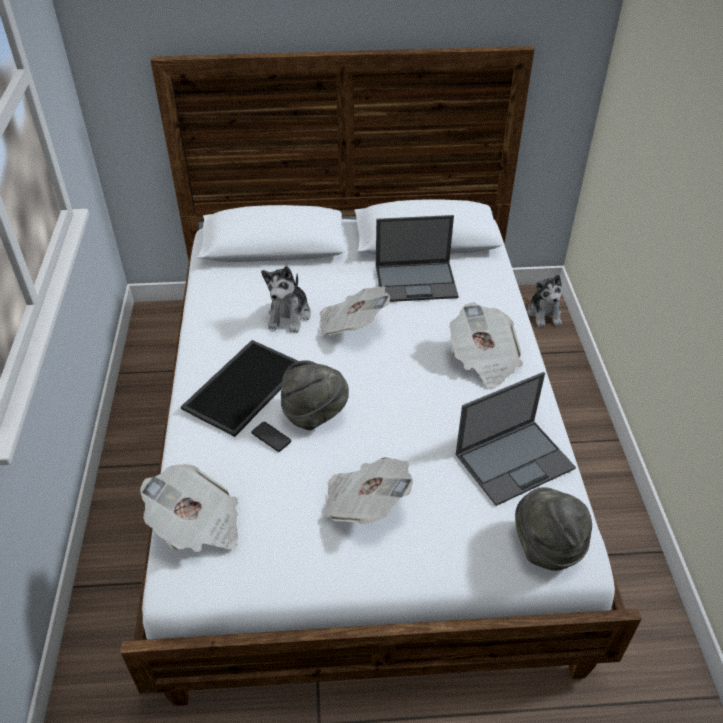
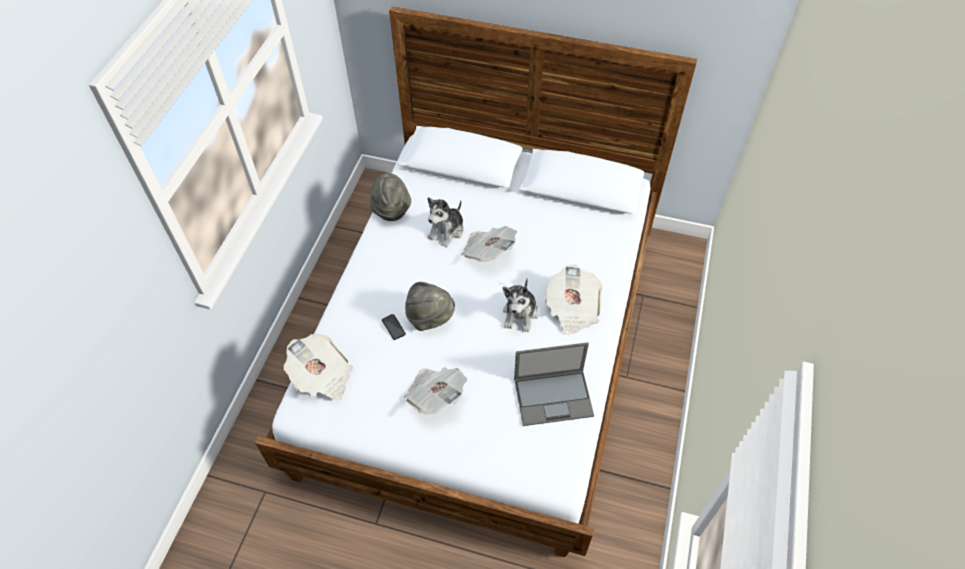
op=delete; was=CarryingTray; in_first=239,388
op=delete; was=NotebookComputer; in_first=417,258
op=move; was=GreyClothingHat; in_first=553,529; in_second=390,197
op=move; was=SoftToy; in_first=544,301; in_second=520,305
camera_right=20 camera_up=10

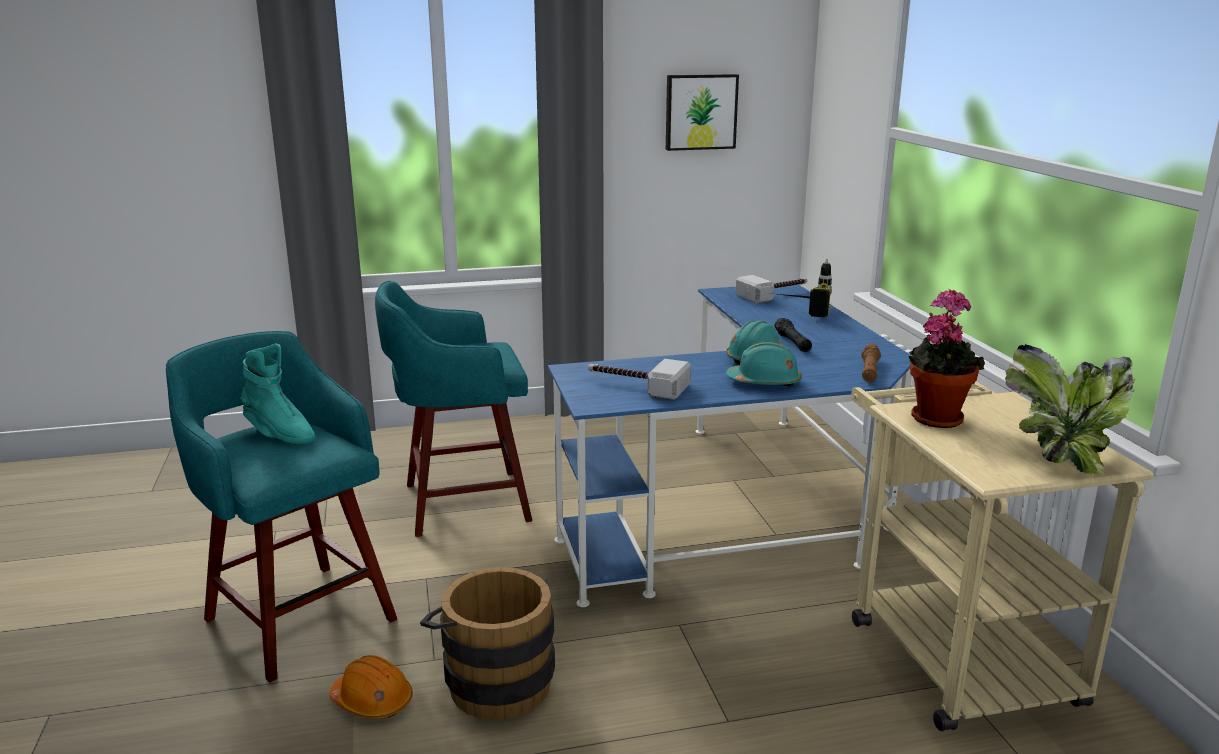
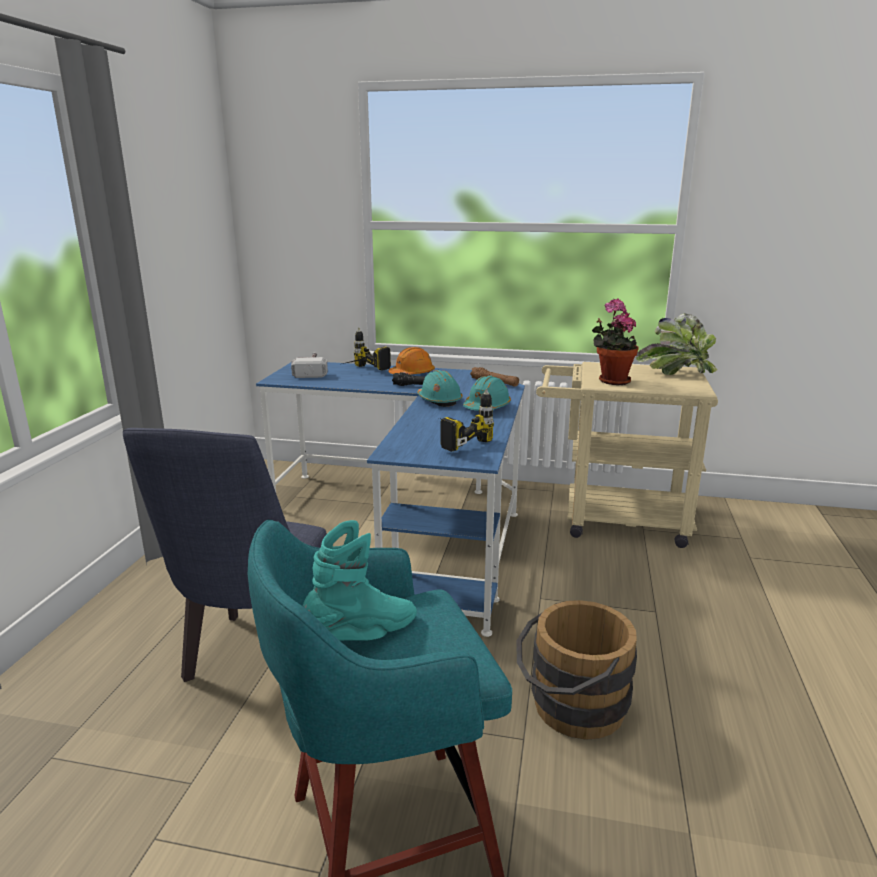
op=move; was=OrangeColouredSafetyHelmet; in_first=371,687; in_second=411,361
op=replace; was=TurquoiseSittingStool; now=BlueColouredUprightChair; in_first=453,409; in_second=225,555
op=replace; was=ToolHammer; now=ElectricDrill; in_first=639,379; in_second=466,420
op=delete; was=WallPicture; in_first=702,112
camera_right=-65 camera_up=0

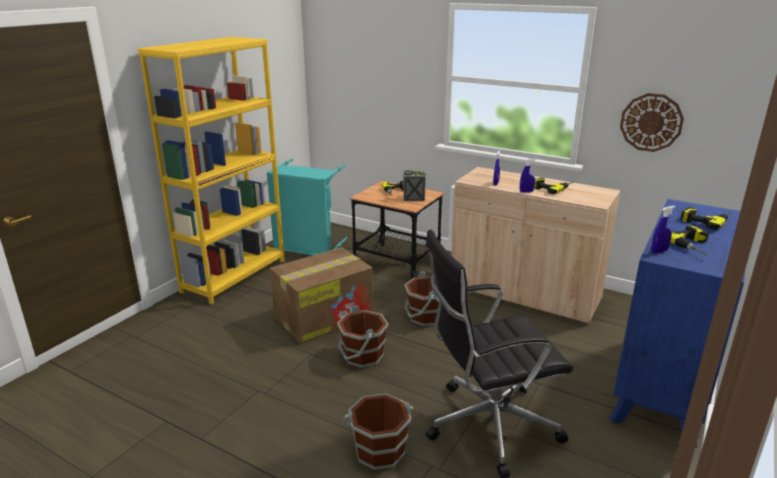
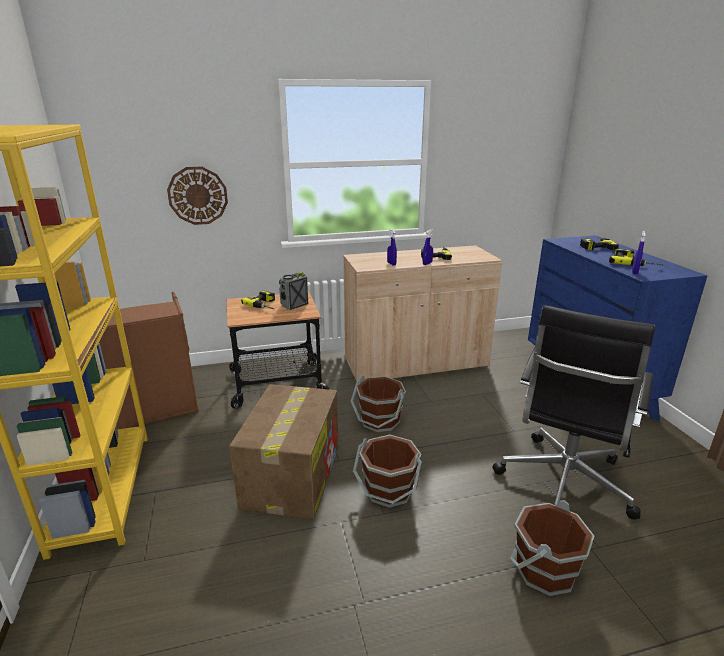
op=recolor; was=TurquoiseWashingBasket; now=BrownWashingBasket; in_first=307,207; in_second=149,360
op=move; was=WallClock; in_first=652,122; in_second=197,196
camera_right=-45 camera_up=0

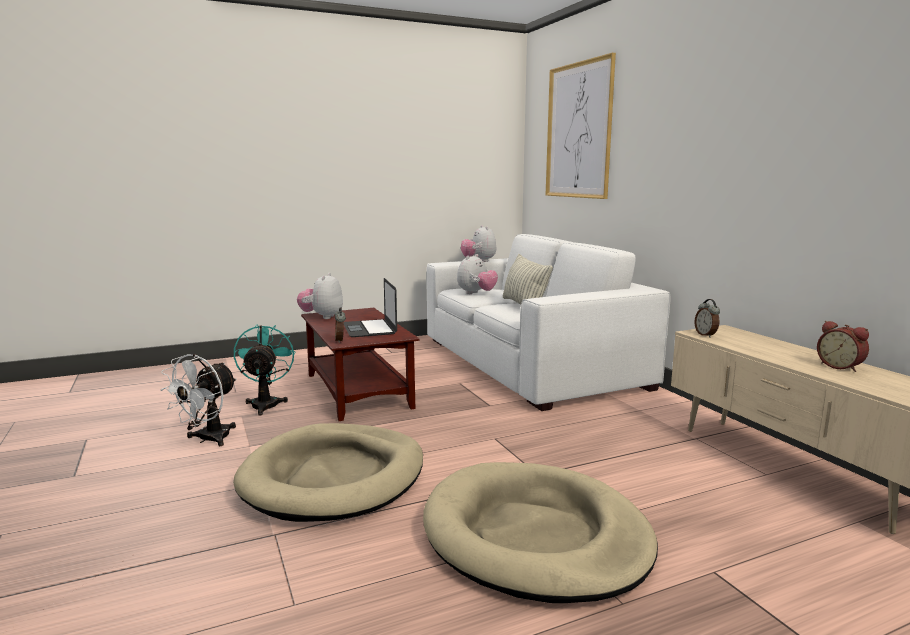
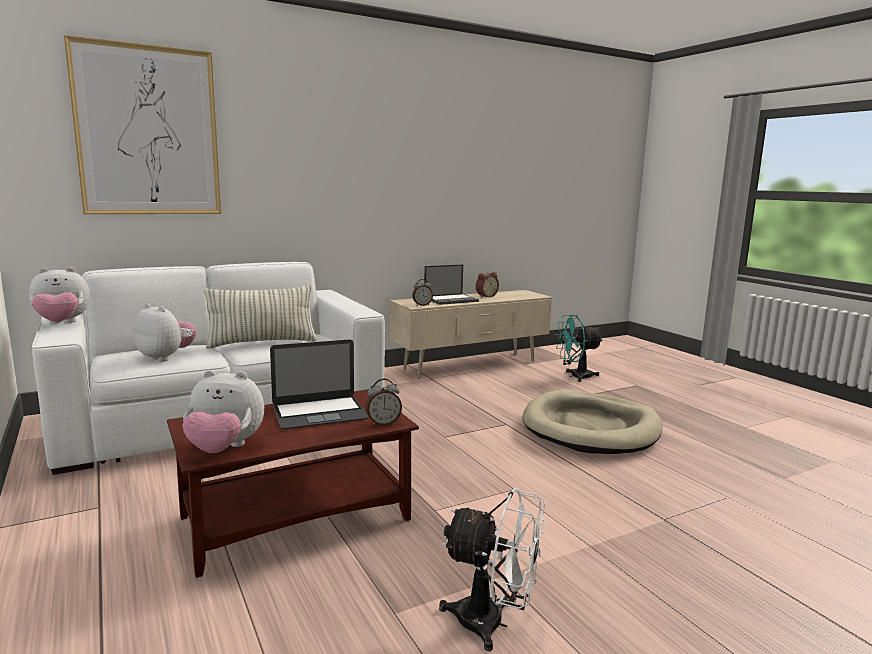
op=delete; was=SandColouredDogCushion; in_first=328,472
op=move; was=TurquoiseFan; in_first=264,370; in_second=579,348
op=insert; now=NotebookComputer; in_second=451,284
camera_right=-95 camera_up=0

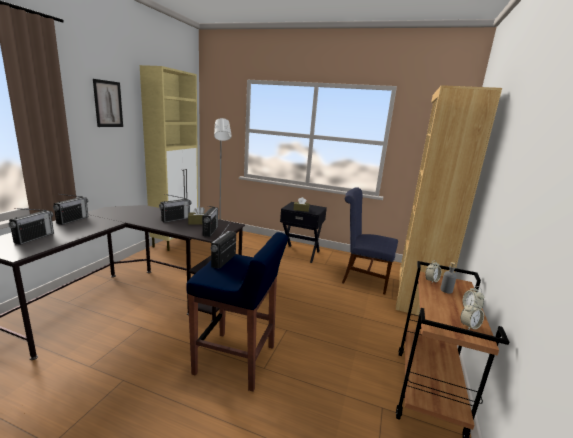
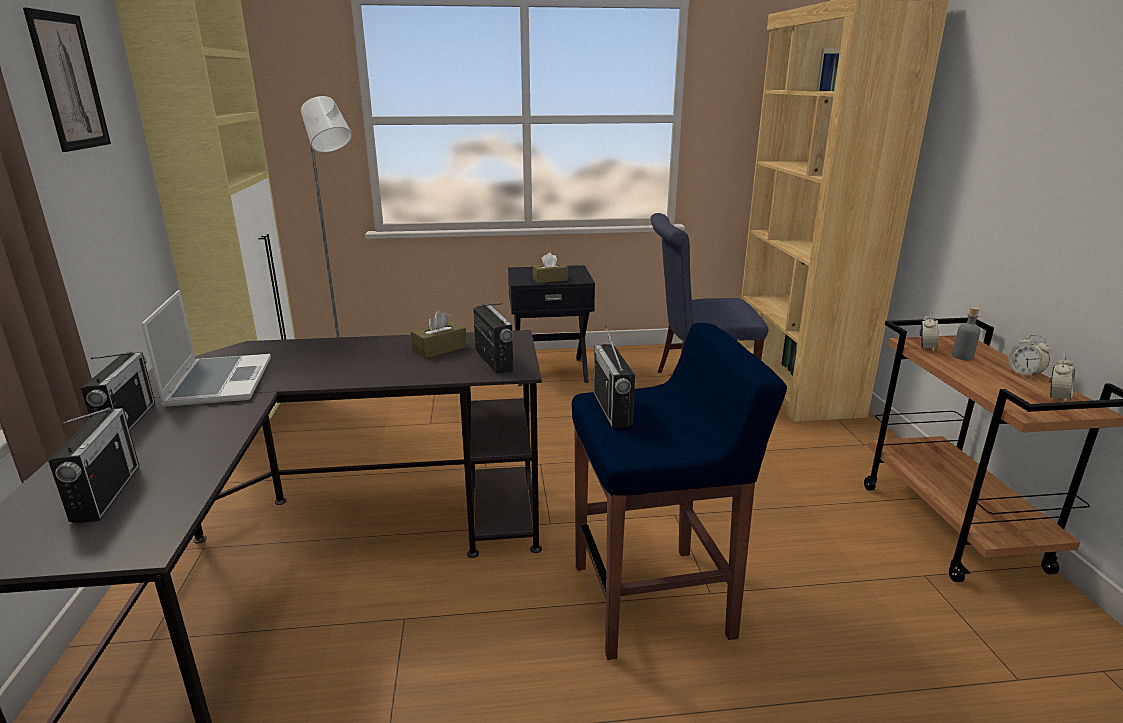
op=delete; was=Radio; in_first=175,208
op=insert; now=NotebookComputer; in_second=206,348
camera_right=-25 camera_up=5

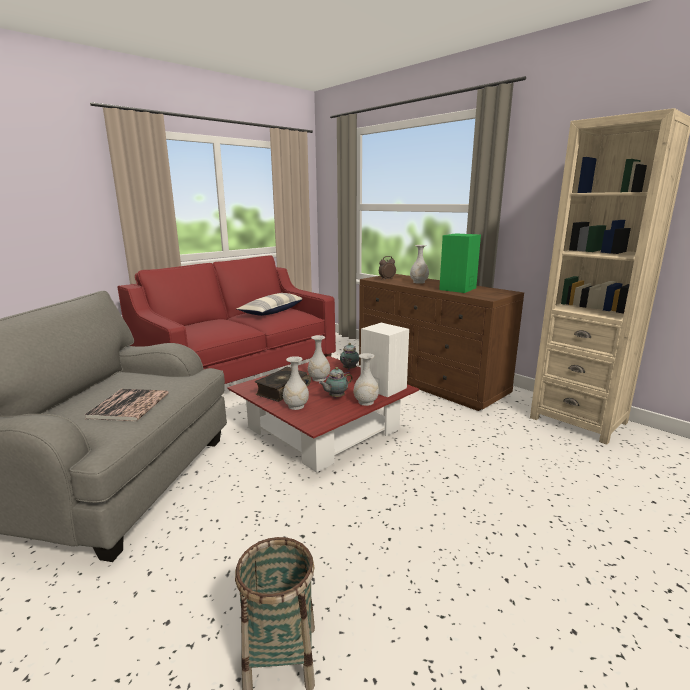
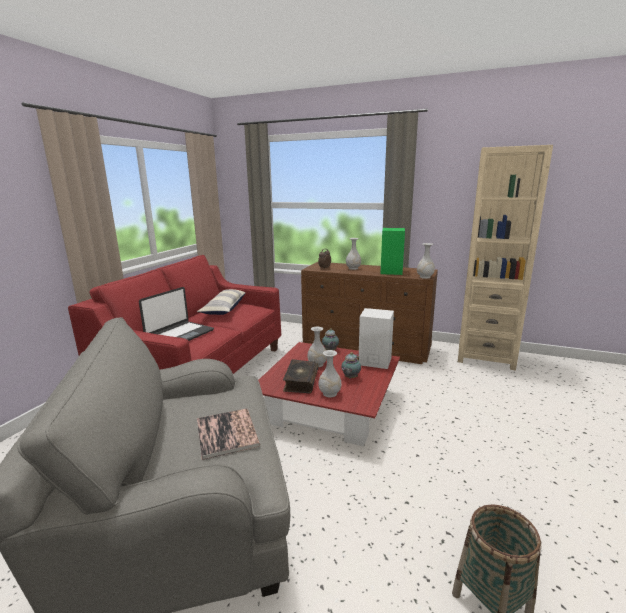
op=move; was=WhitishVase; in_first=366,379; in_second=426,261
op=insert; now=NotebookComputer; in_second=176,314
camera_right=-25 camera_up=0

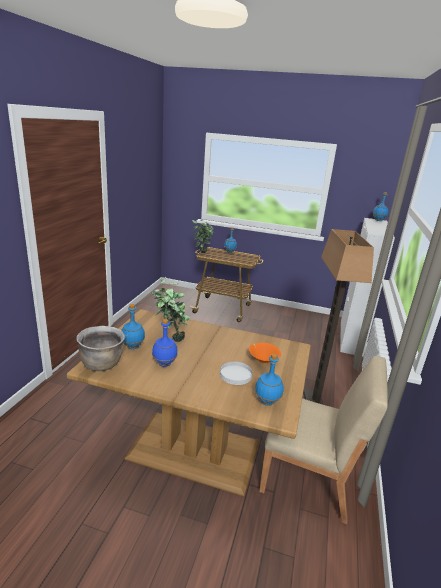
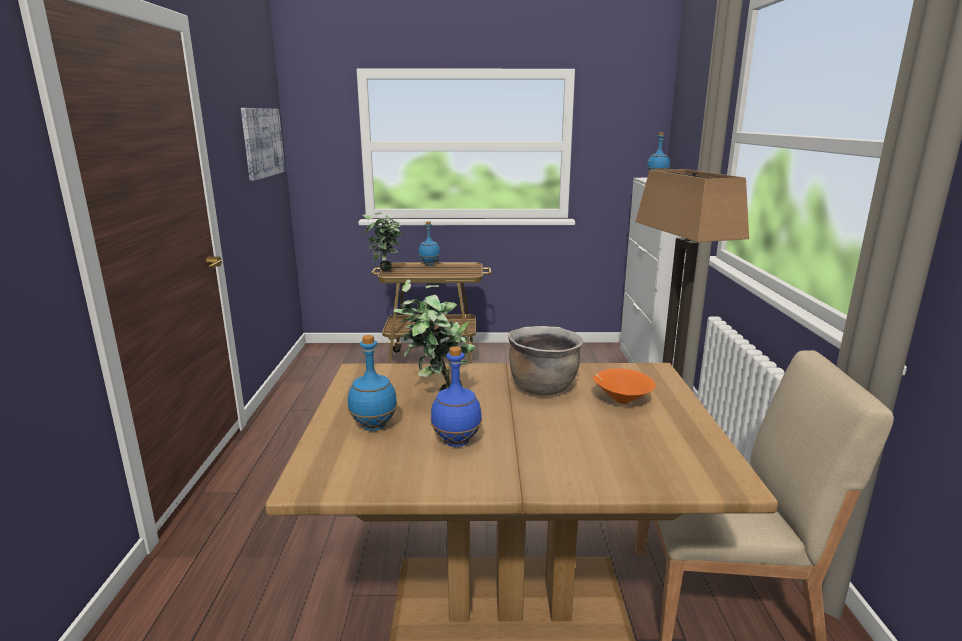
op=move; was=BrownStockpot; in_first=100,348; in_second=546,361
op=delete; was=WhitishPlate; in_first=236,373
op=delete; was=BlueColouredBottle; in_first=269,379
op=insert; now=WallPicture; in_second=263,144
camera_right=-15 camera_up=-5

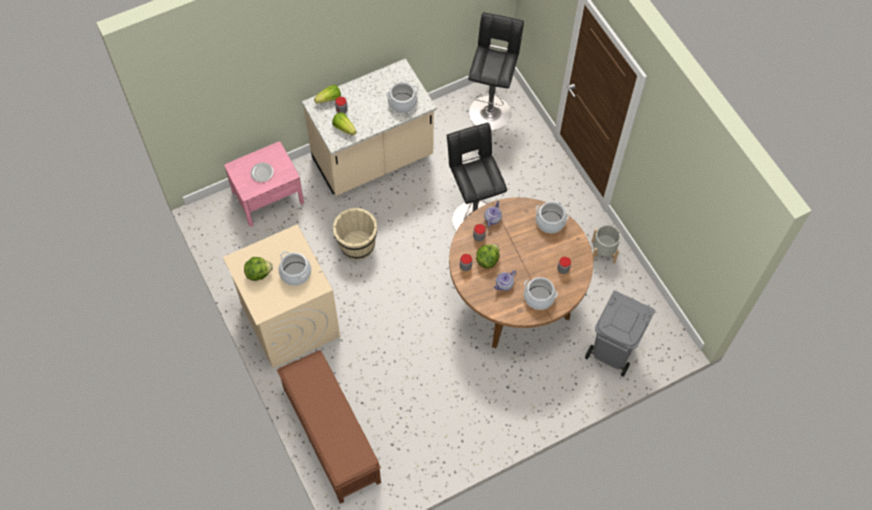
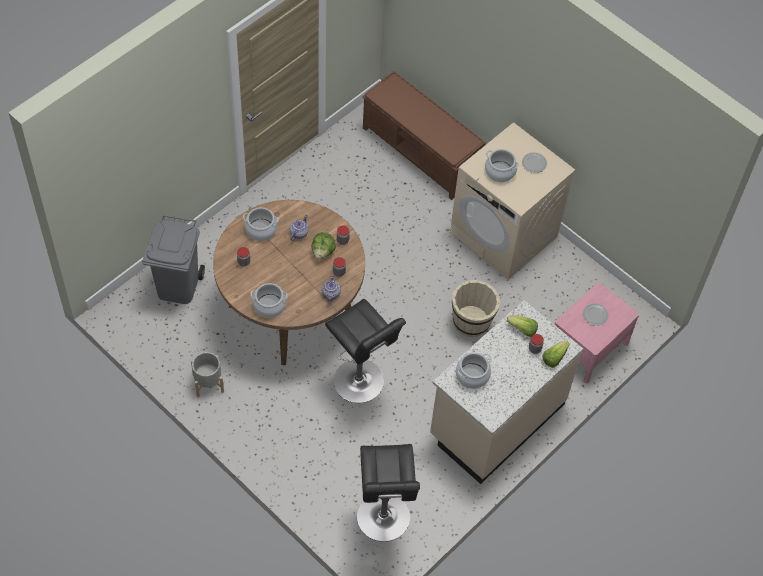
op=replace; was=HeadOfLettuce; now=Plate; in_first=258,269; in_second=534,163
camera_right=160 camera_up=-5

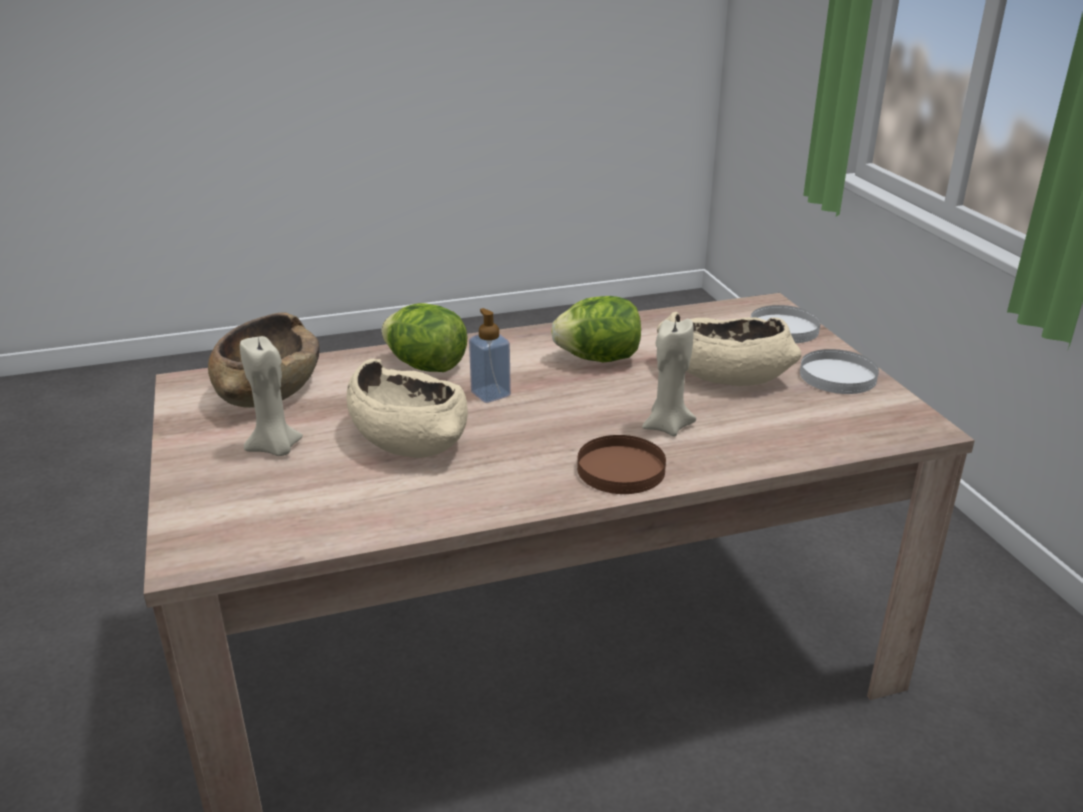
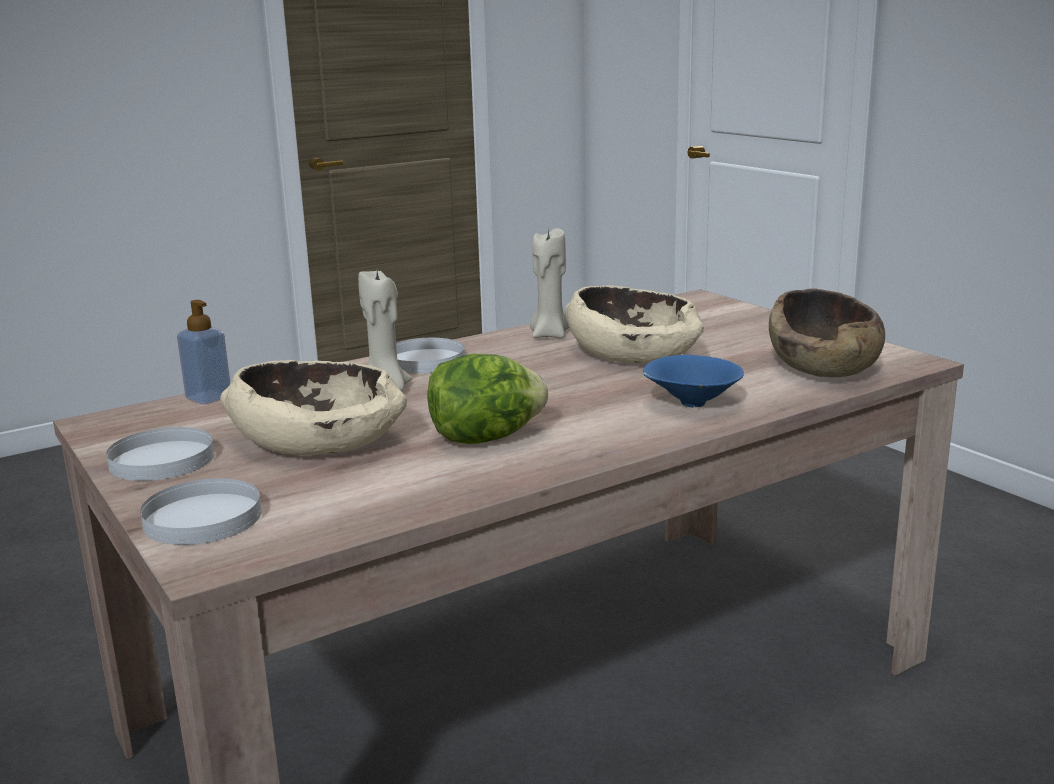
op=move; was=SandColouredWaxLight; in_first=271,396; in_second=549,283
op=replace; was=HeadOfLettuce; now=BlueColouredBowl; in_first=424,337; in_second=693,381
op=move; was=LiquidSoapBottle; in_first=490,355; in_second=204,352
op=recolor; was=BrownPlate; now=WhitishPlate; in_first=621,464; in_second=430,356
camera_right=165 camera_up=-10

